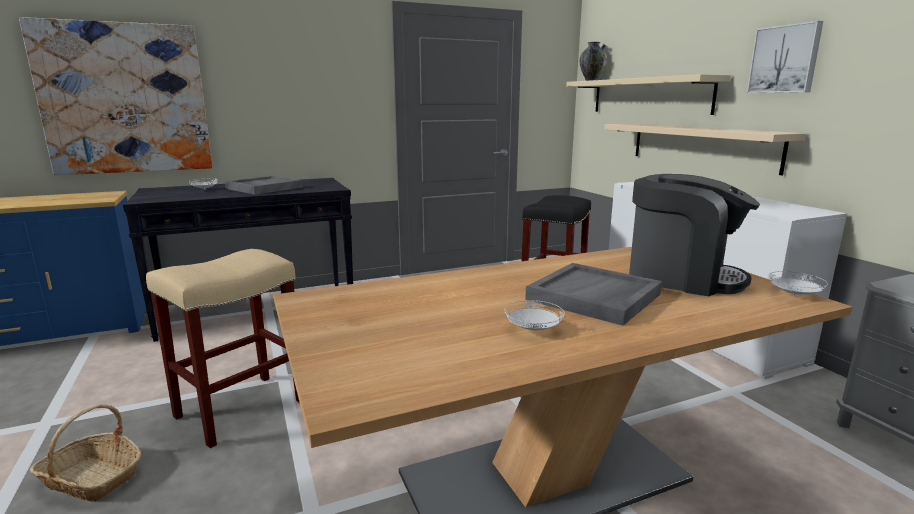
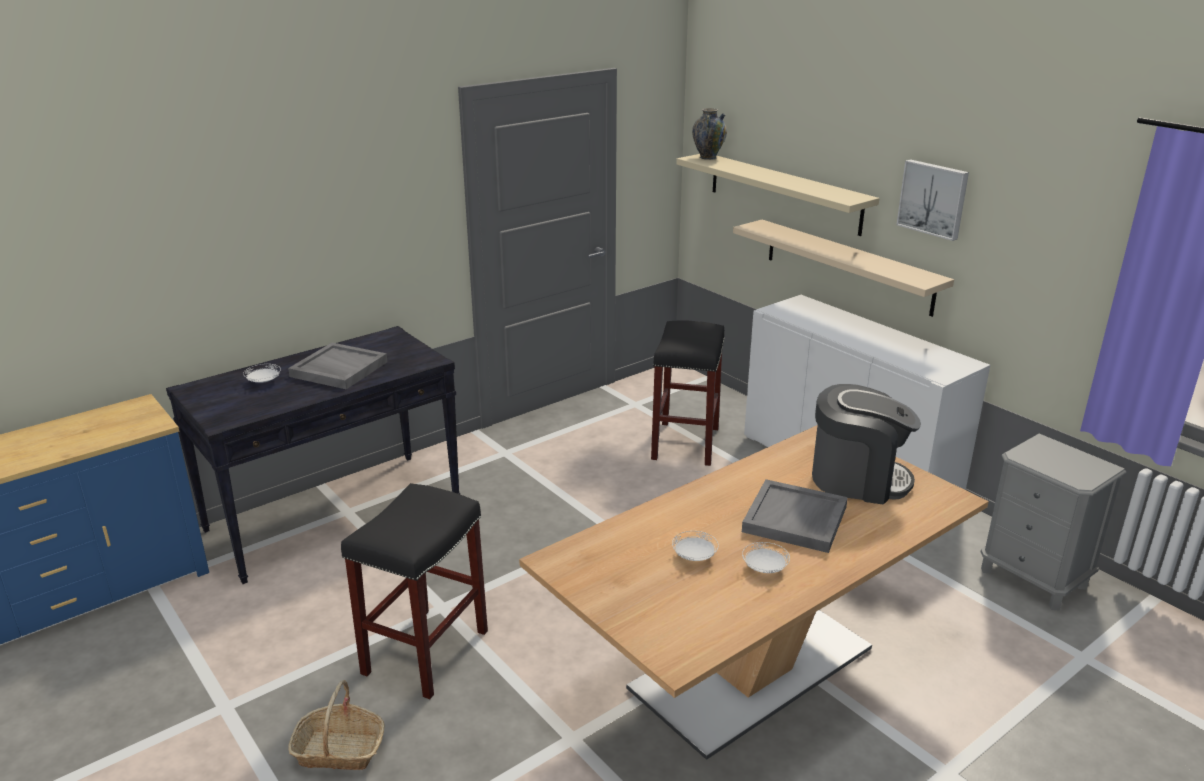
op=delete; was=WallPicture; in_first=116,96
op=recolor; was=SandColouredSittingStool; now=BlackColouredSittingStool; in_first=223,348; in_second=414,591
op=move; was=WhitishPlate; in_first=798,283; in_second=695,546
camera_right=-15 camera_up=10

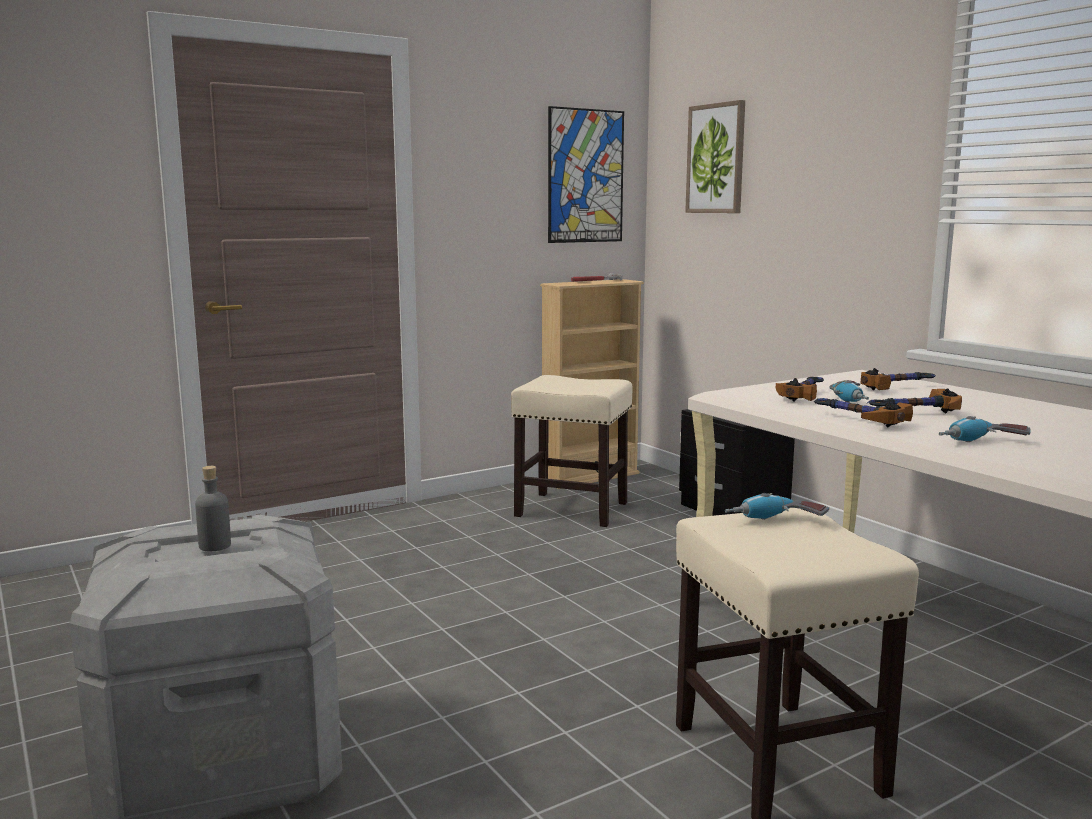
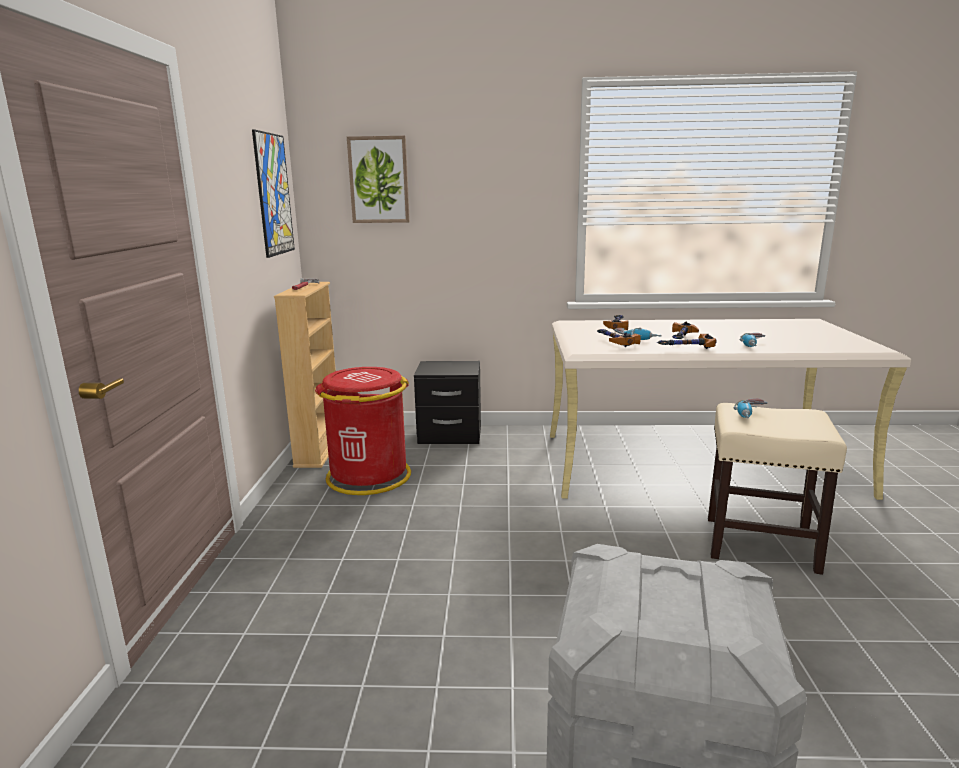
op=delete; was=GreyBottle; in_first=213,508
op=replace; was=SandColouredSittingStool; now=RedRubbishBin; in_first=571,451; in_second=363,431
camera_right=-55 camera_up=5

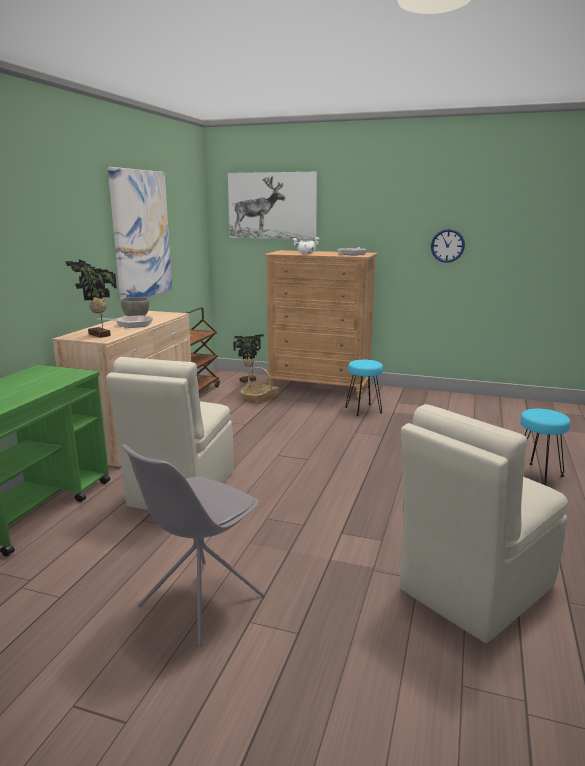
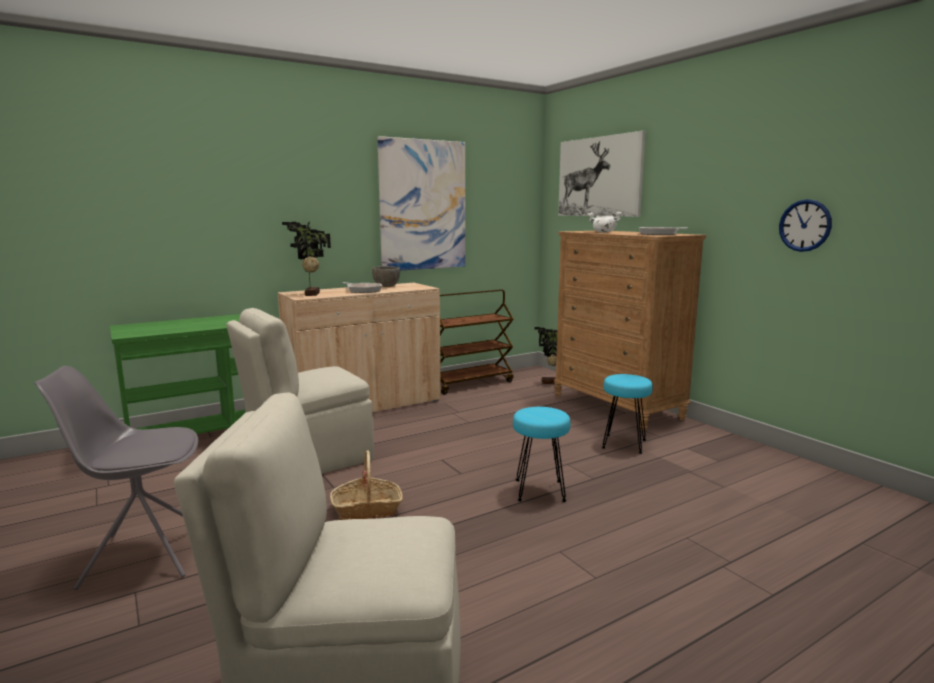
op=move; was=Basket; in_first=260,385; in_second=366,485
op=move; was=TurquoiseSittingStool; in_first=545,447; in_second=541,454
camera_right=40 camera_up=-5

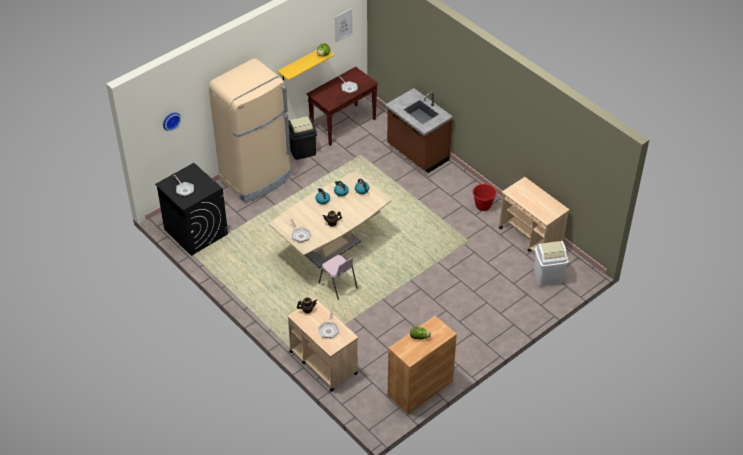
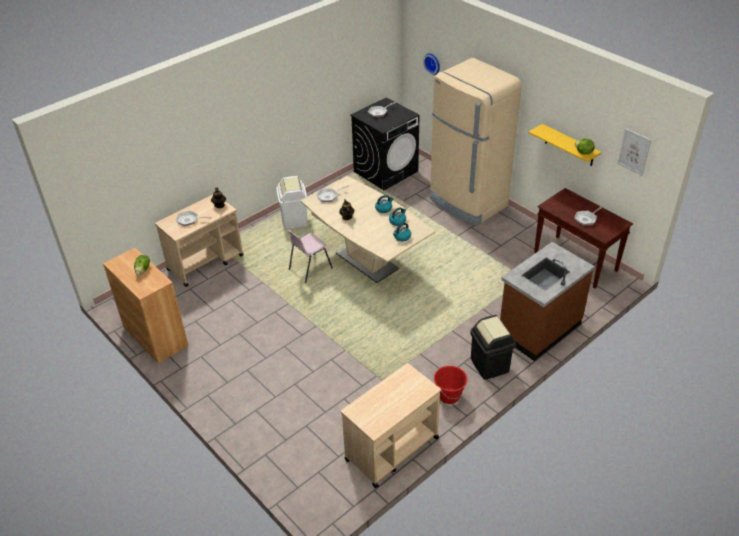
op=move; was=BlackColouredRubbishBin; in_first=302,138; in_second=493,347
op=move; was=WhitishRubbishBin; in_first=551,263; in_second=292,202
camera_right=90 camera_up=-5

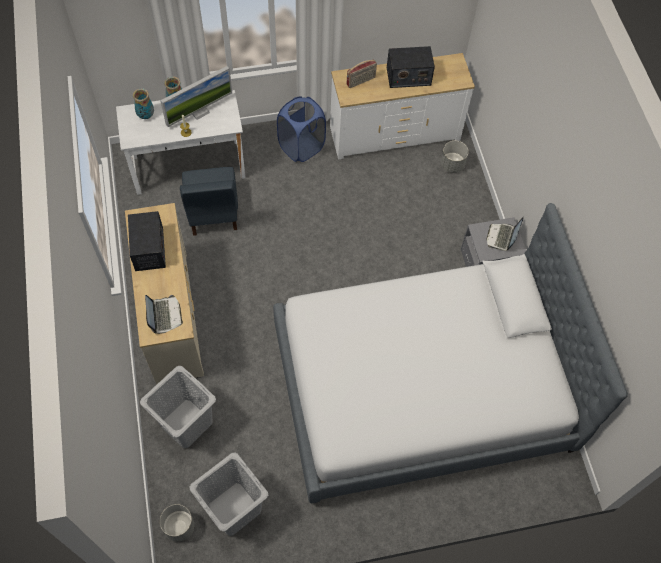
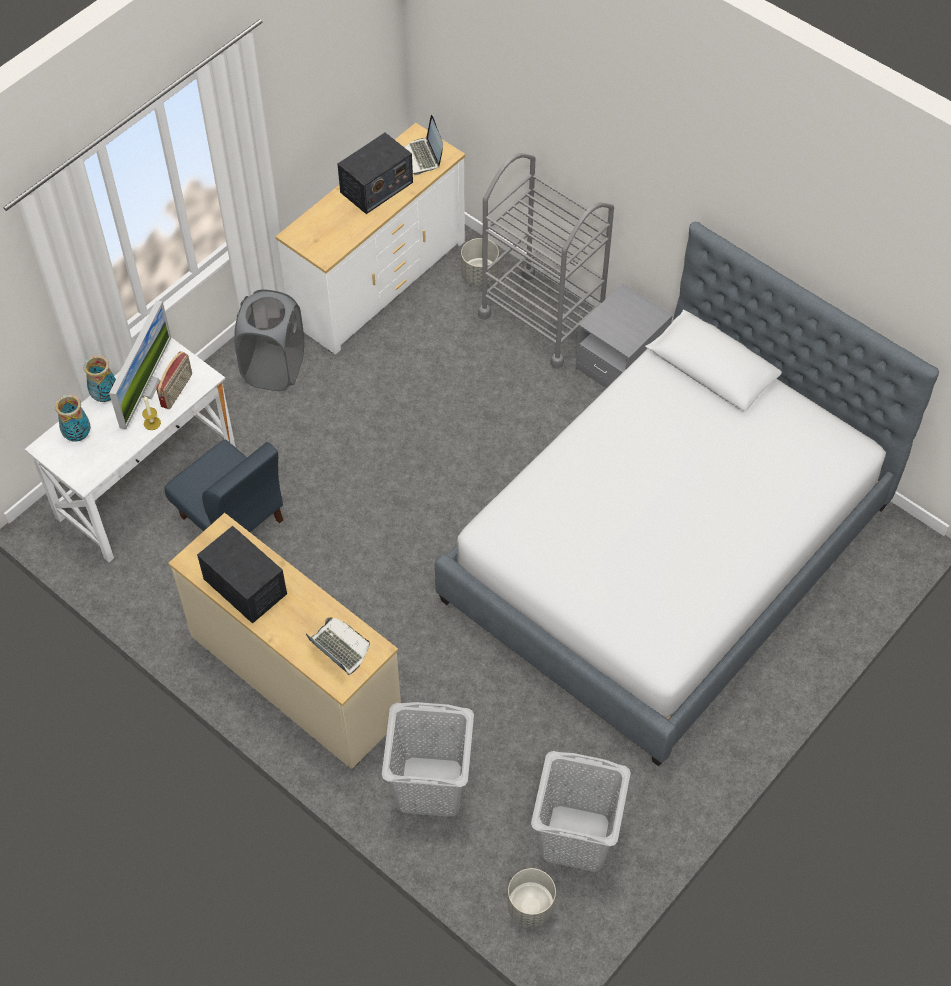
op=recolor; was=BlueColouredWashingBasket; now=GreyWashingBasket; in_first=301,129; in_second=269,340
op=move; was=Radio; in_first=361,74; in_second=174,380
op=move; was=NotebookComputer; in_first=505,233; in_second=423,145
op=insert; now=GreyWheeledCart; in_second=546,261
camera_right=-35 camera_up=-5

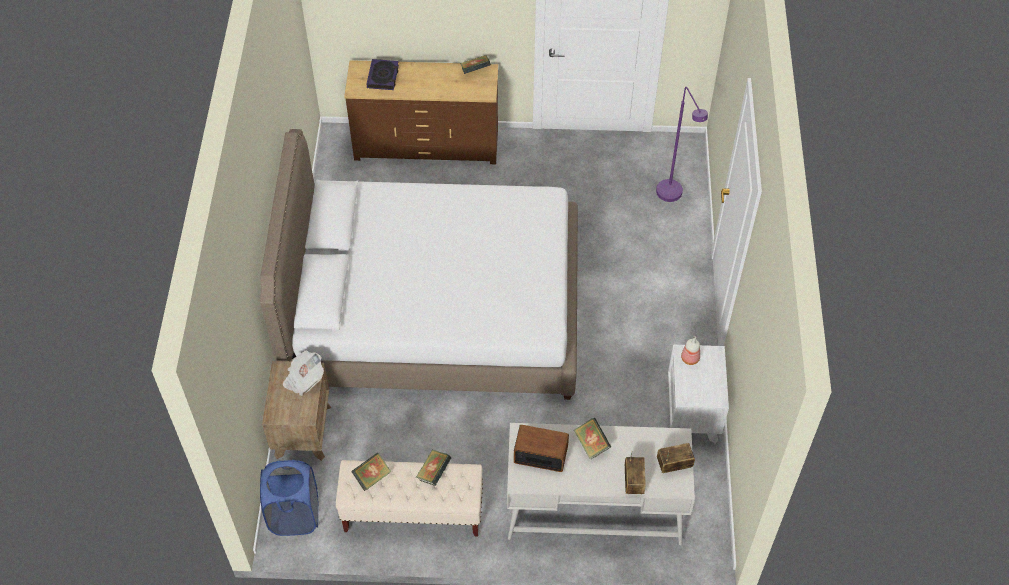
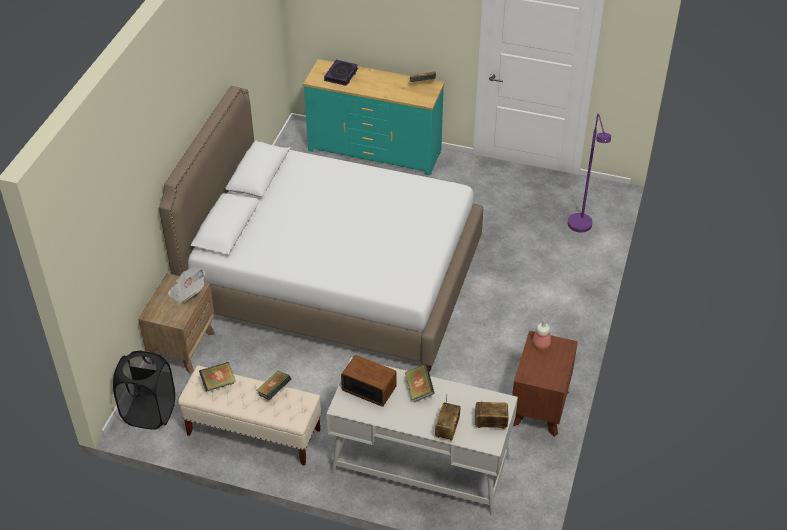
op=recolor; was=BlueColouredWashingBasket; now=BlackColouredWashingBasket; in_first=289,498; in_second=144,390
op=recolor; was=BrownChestOfDrawers; now=TurquoiseChestOfDrawers; in_first=421,112; in_second=374,117
op=recolor; was=WhitishNightstand; now=BrownNightstand; in_first=697,394; in_second=545,384
camera_right=15 camera_up=-10

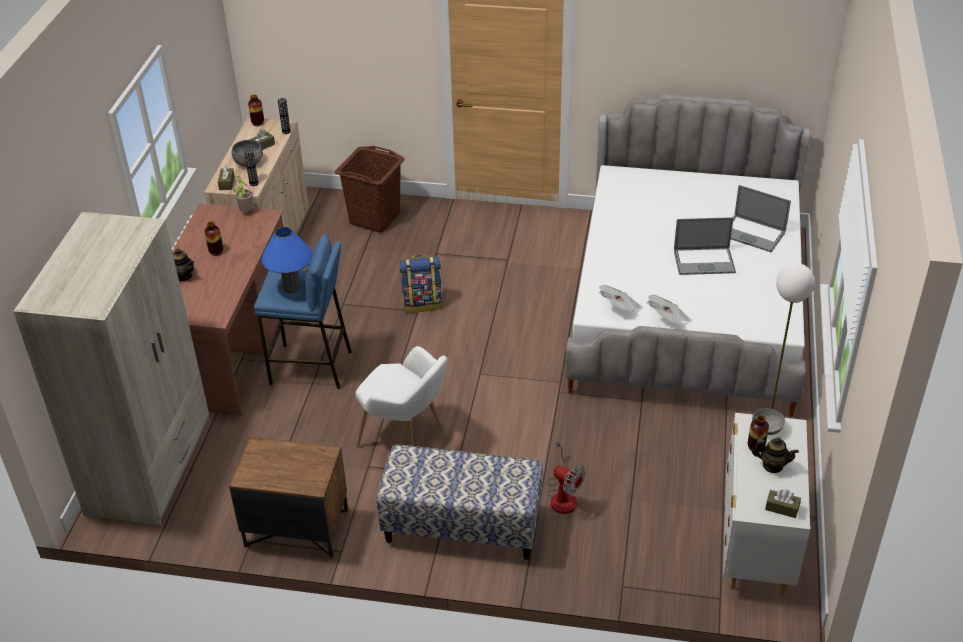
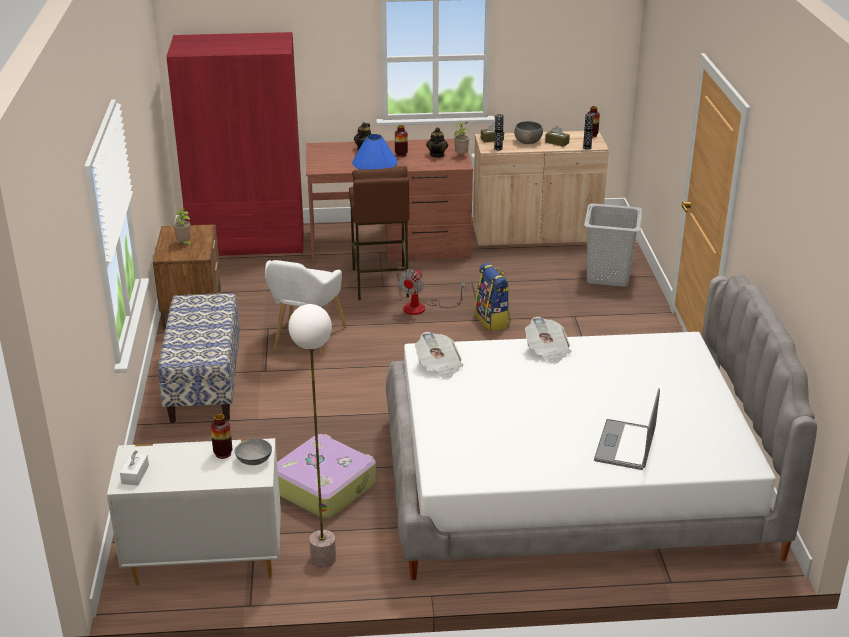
op=recolor; was=SandColouredWardrobe; now=RedWardrobe; in_first=111,368; in_second=235,144
op=recolor; was=BlueColouredSittingStool; now=BrownSittingStool; in_first=303,311; in_second=379,233
op=recolor; was=BrownWashingBasket; now=GreyWashingBasket; in_first=370,189; in_second=613,245
op=move; was=Fan; in_first=566,476; in_second=431,292
op=move; was=Newspaper; in_first=669,309; in_second=548,340
op=delete; was=NotebookComputer; in_first=705,246
op=move; was=Teapot; in_first=775,455; in_second=437,142
op=recolor; was=BrownTissueHolder; now=WhitishTissueHolder; in_first=783,503; in_second=134,468
op=insert; now=PottedPlant; in_second=182,227
op=insert; now=Suitcase; in_second=326,476
camera_right=75 camera_up=-10

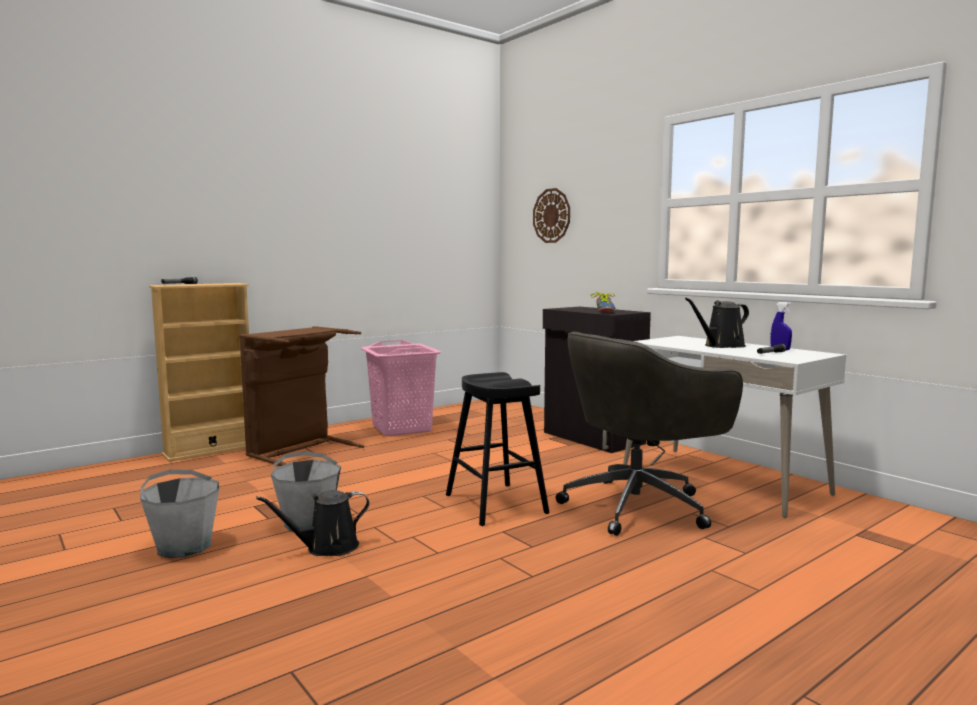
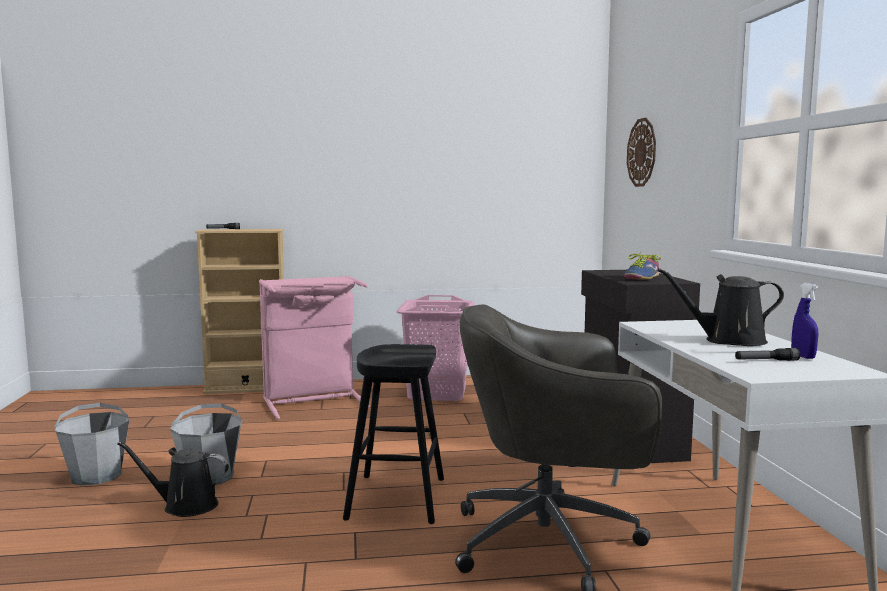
op=recolor; was=BrownWashingBasket; now=PinkishWashingBasket; in_first=302,396; in_second=314,347
camera_right=30 camera_up=0

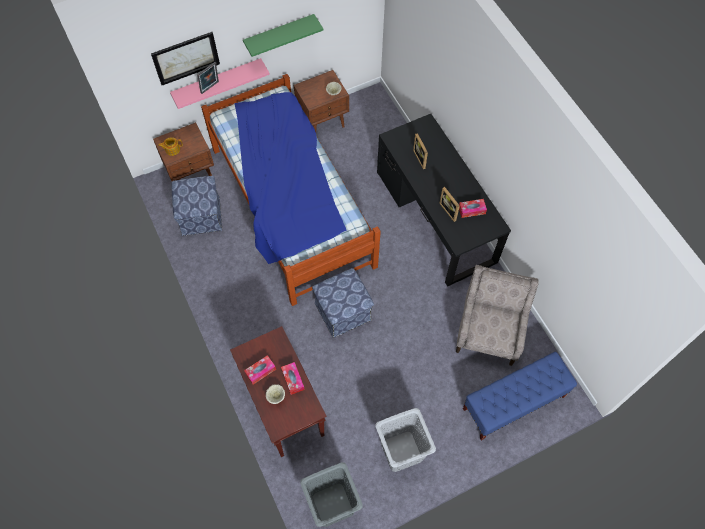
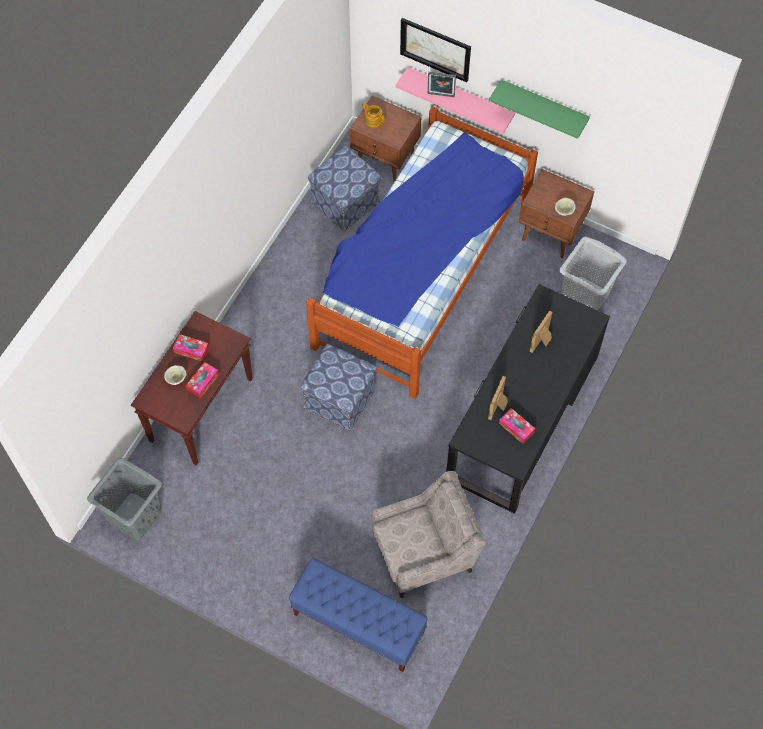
op=move; was=GreyWashingBasket; in_first=405,440; in_second=593,273
camera_right=55 camera_up=0

